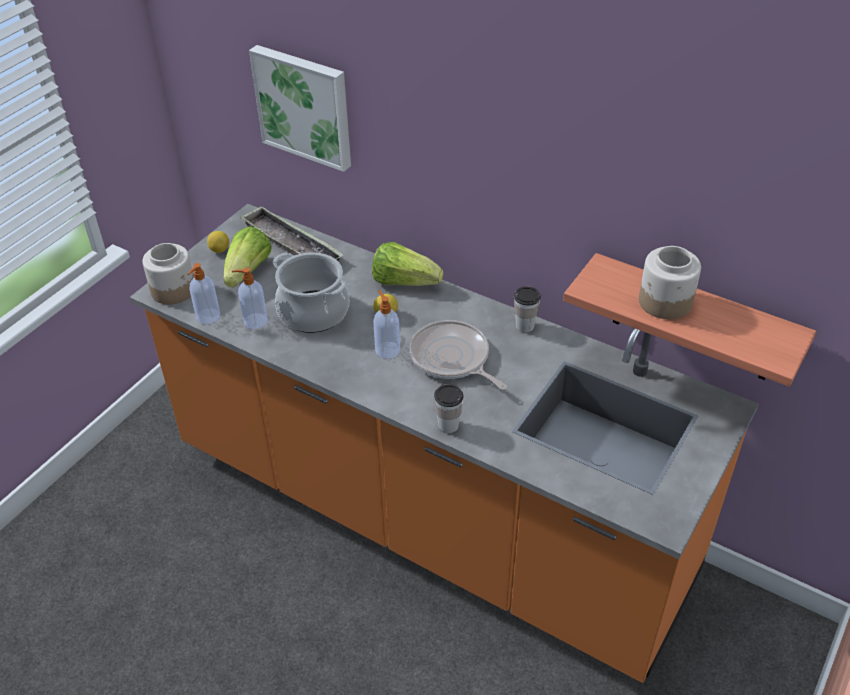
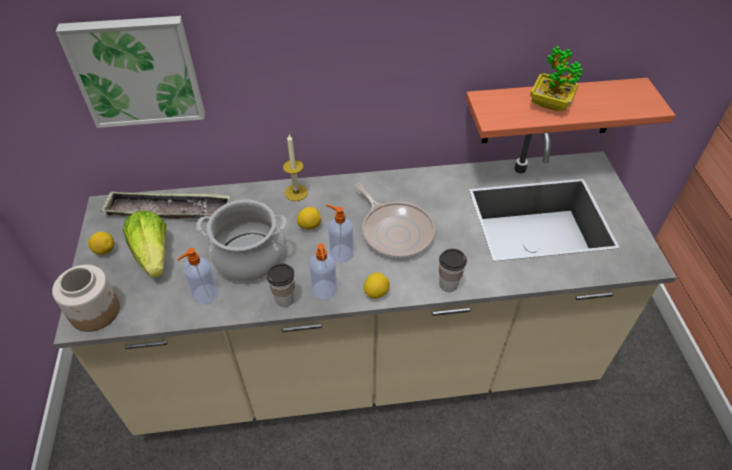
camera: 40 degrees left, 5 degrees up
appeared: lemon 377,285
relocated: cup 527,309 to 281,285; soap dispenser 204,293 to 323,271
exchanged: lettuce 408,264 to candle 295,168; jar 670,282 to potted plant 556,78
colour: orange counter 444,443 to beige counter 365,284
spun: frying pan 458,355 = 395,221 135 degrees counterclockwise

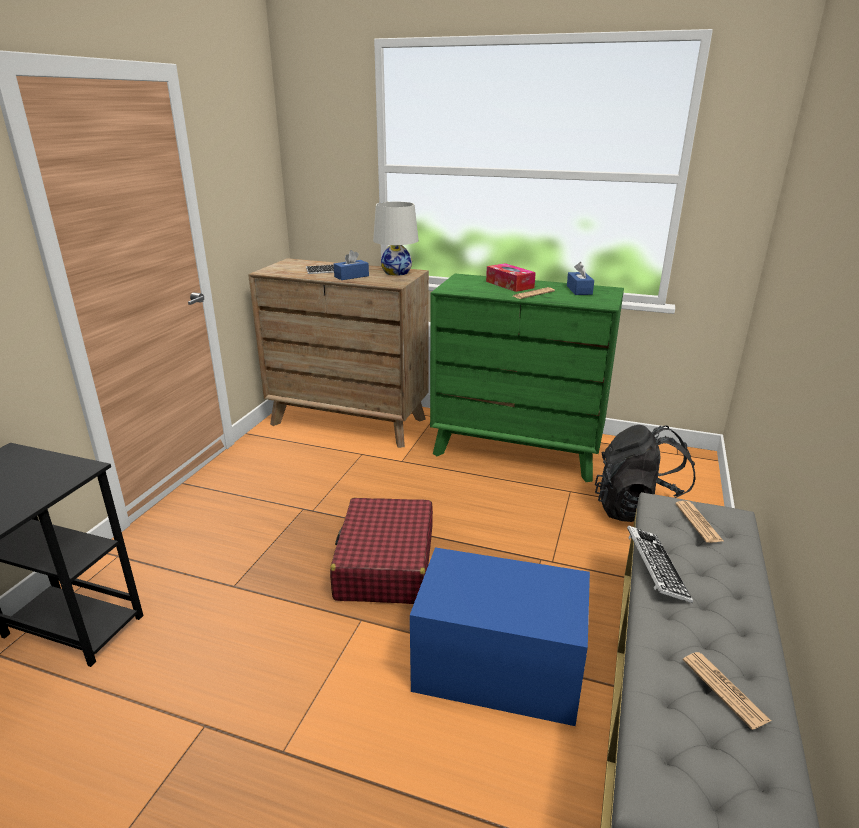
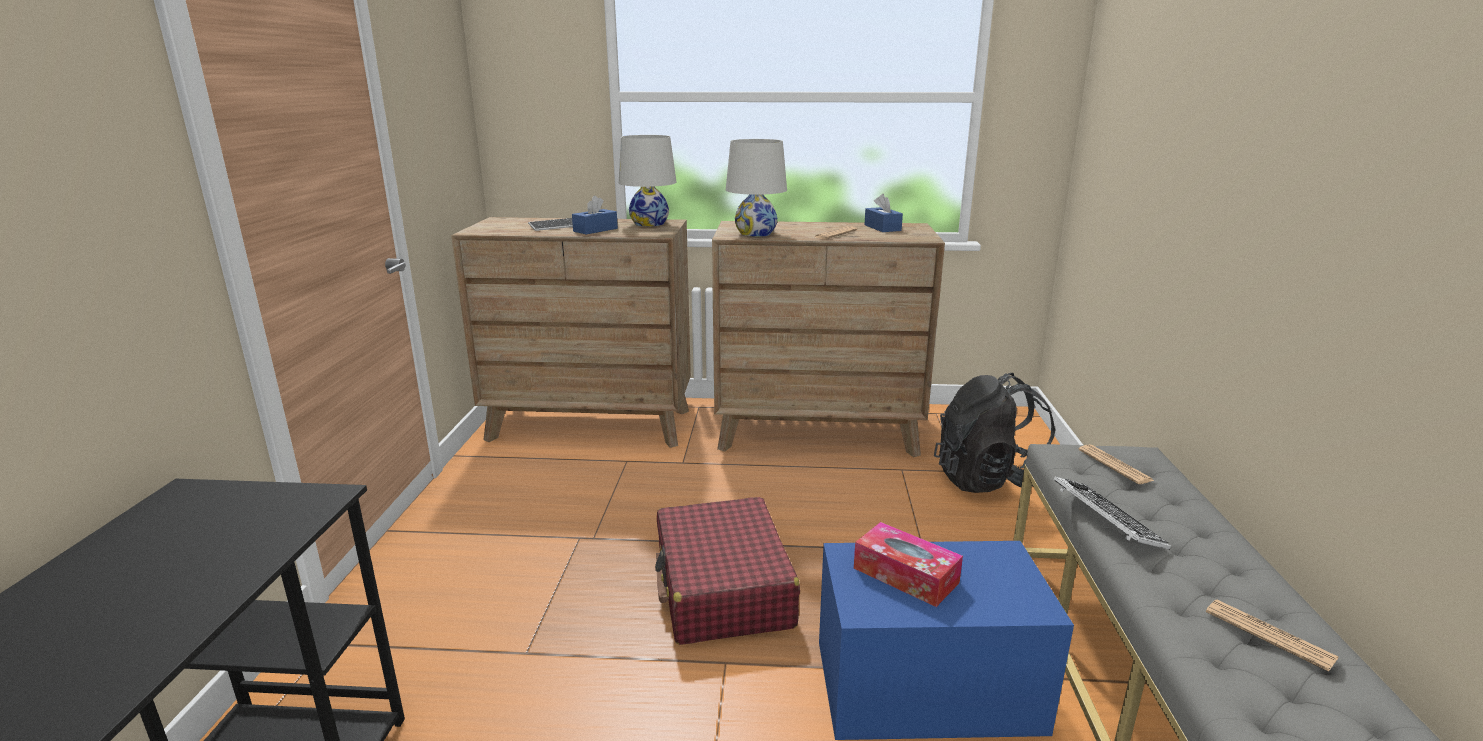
camera: 15 degrees left, 5 degrees down
appeared: white table lamp 756,188
relocated: tissue box 511,277 to 908,564
colour: green dresser 527,378 to brown dresser 828,339

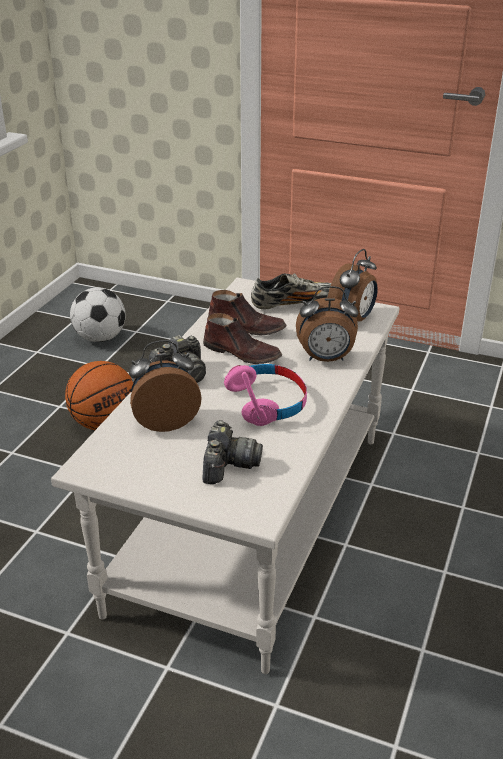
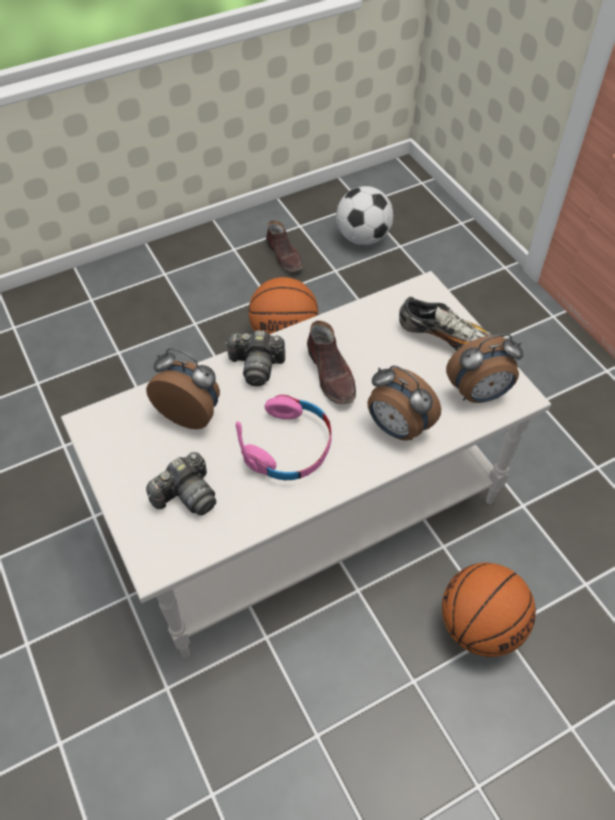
camera: 40 degrees right, 20 degrees up
appeared: basketball 489,609
relocated: brown shoe 247,313 to 284,246

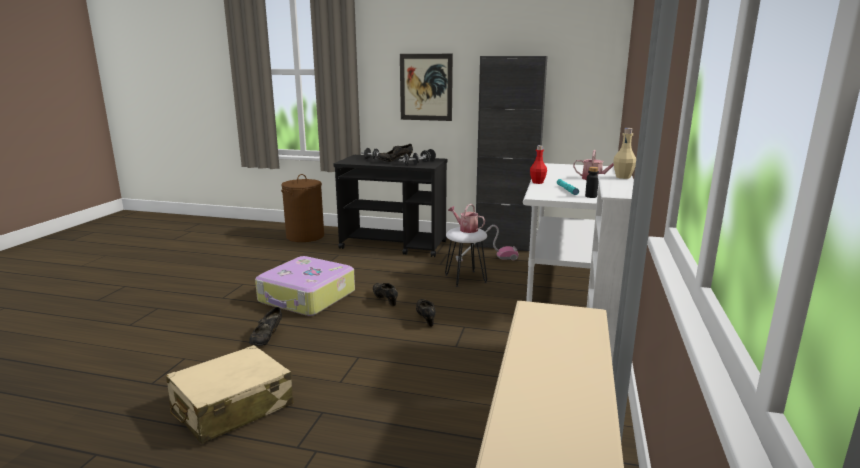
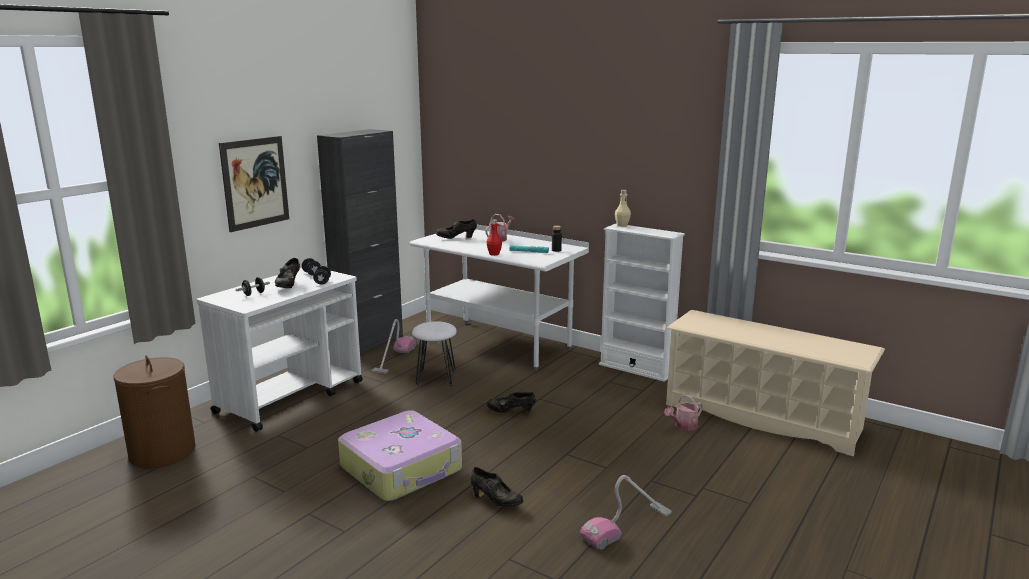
camera: 70 degrees left, 0 degrees up
relocated: black shoe 385,294 to 456,229; watering can 466,218 to 683,412
exchanged: beige suitcase 230,394 to vacuum cleaner 626,512
colour: black cart 390,206 to white cart 279,350

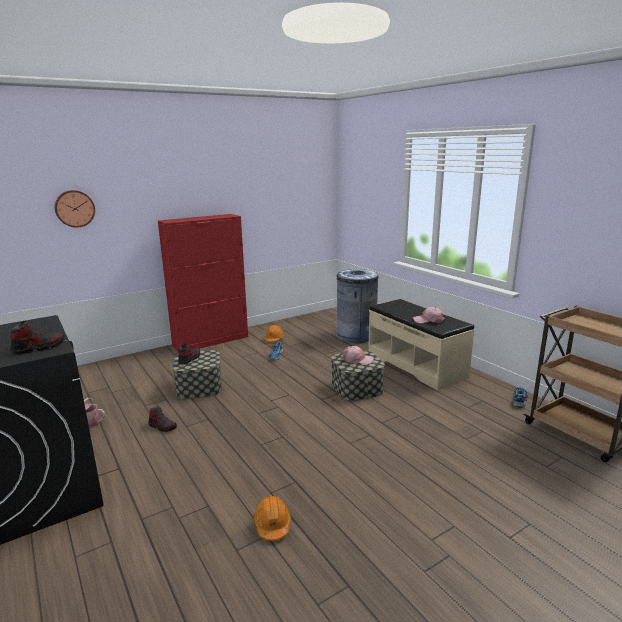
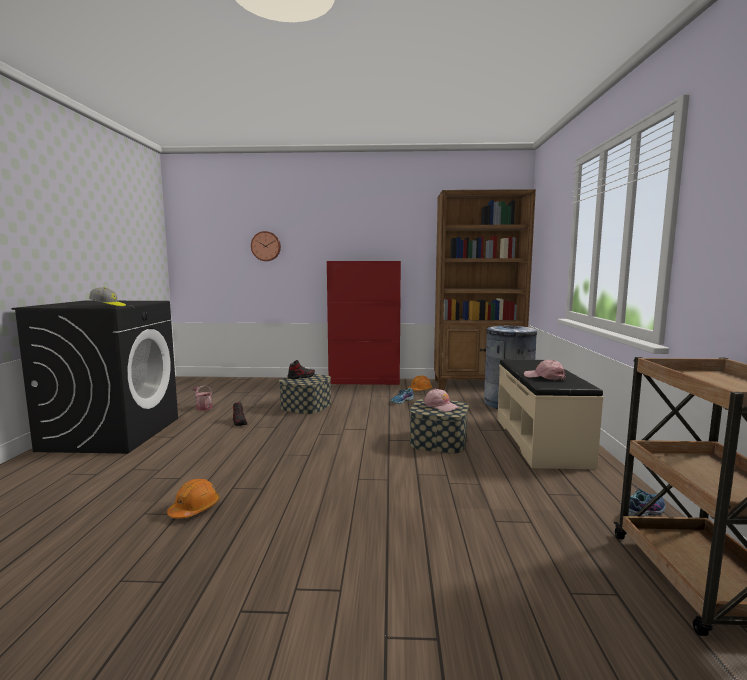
camera: 35 degrees right, 10 degrees down
appeared: brown bookcase 485,289
exchanged: shoe 37,337 to cap 107,296

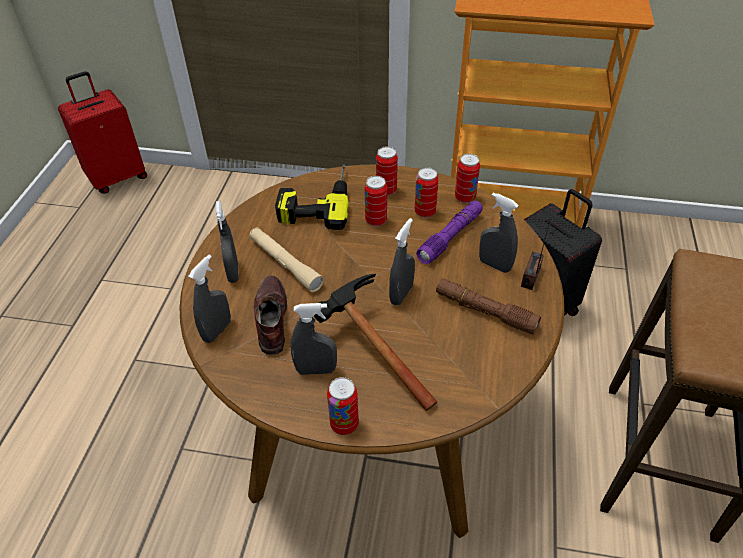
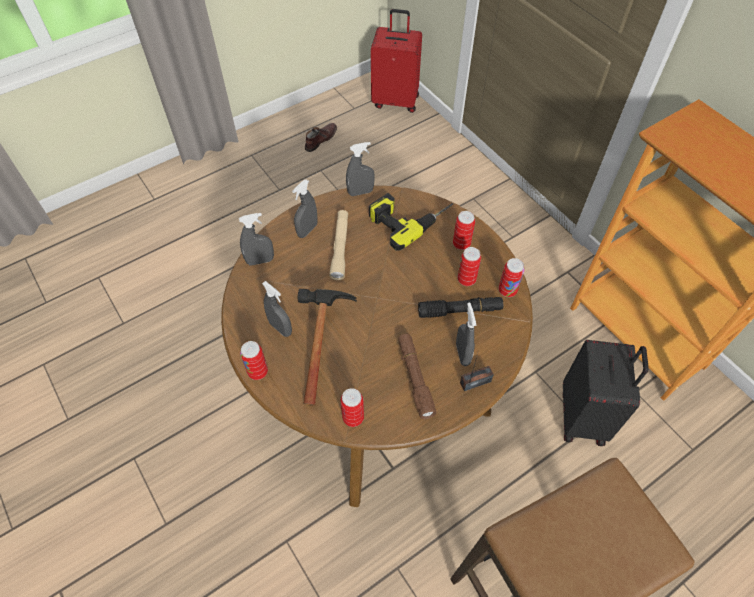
camera: 45 degrees right, 10 degrees up
relocated: brown shoe 270,315 to 321,137; can 376,201 to 352,407; grey spray bottle 402,261 to 360,169
colour: purple flashlight 449,232 to black flashlight 460,307

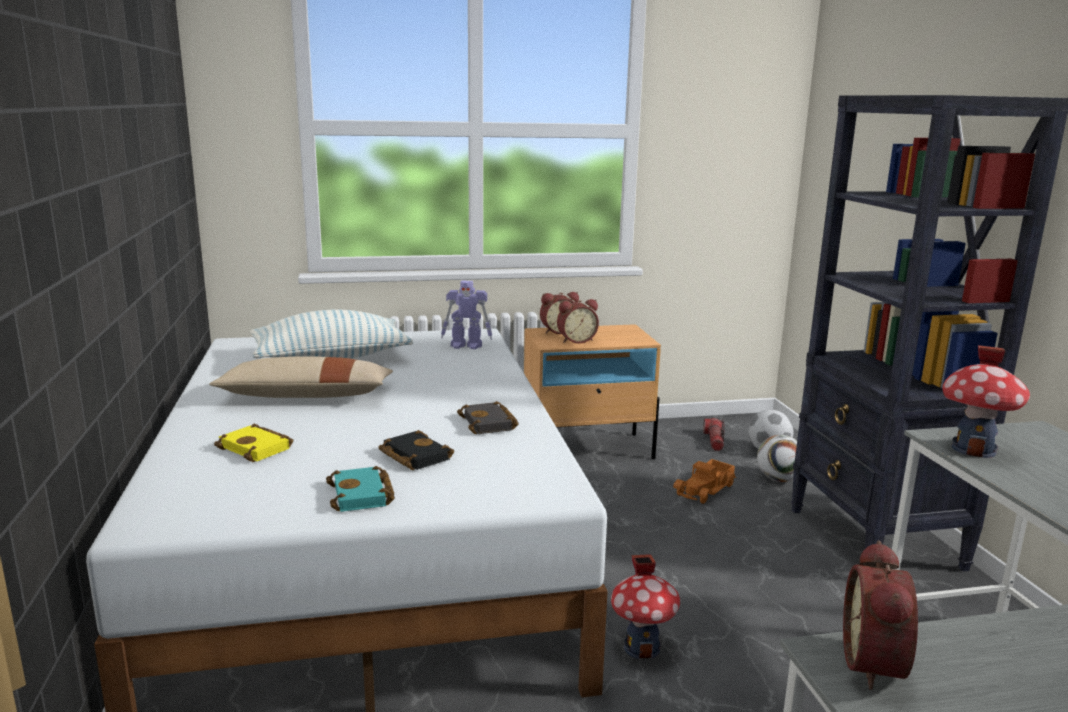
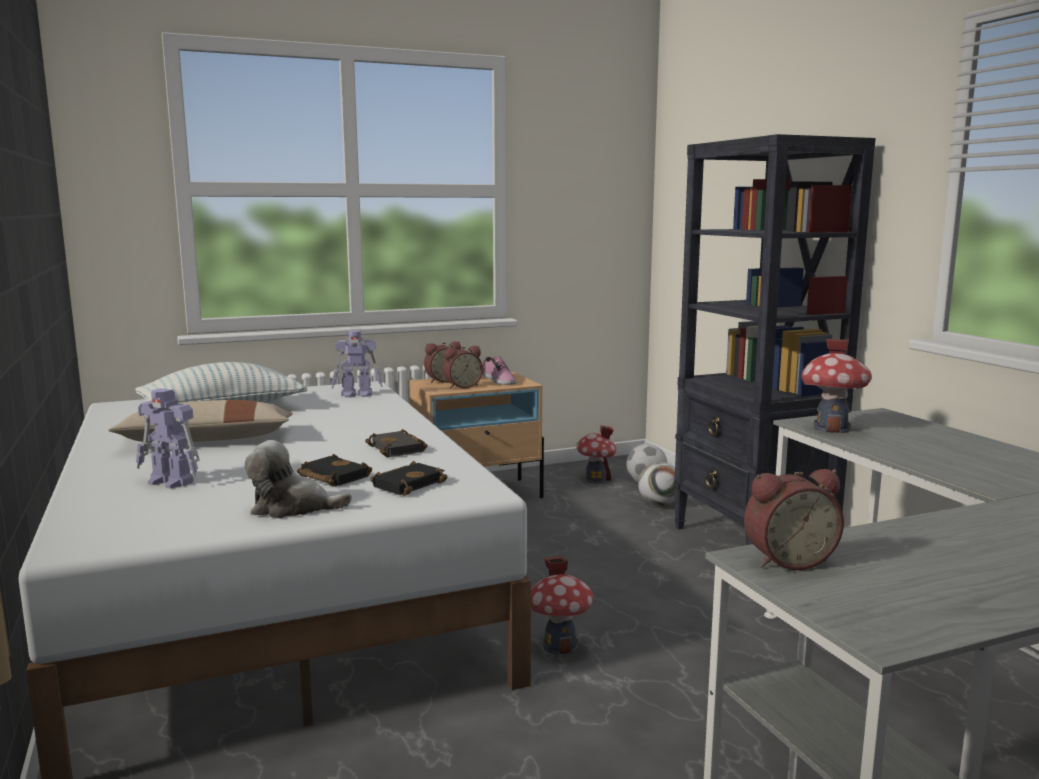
camera: 10 degrees left, 5 degrees down
missing: toy truck 704,481
appeared: black book 408,478; shoe 499,371
exchanged: yellow book 253,442 to toy robot 168,438; turquoise book 360,489 to plush toy 298,479; flashlight 714,434 to toy house 596,454
spun: alarm clock 880,615 = 794,519 105 degrees counterclockwise

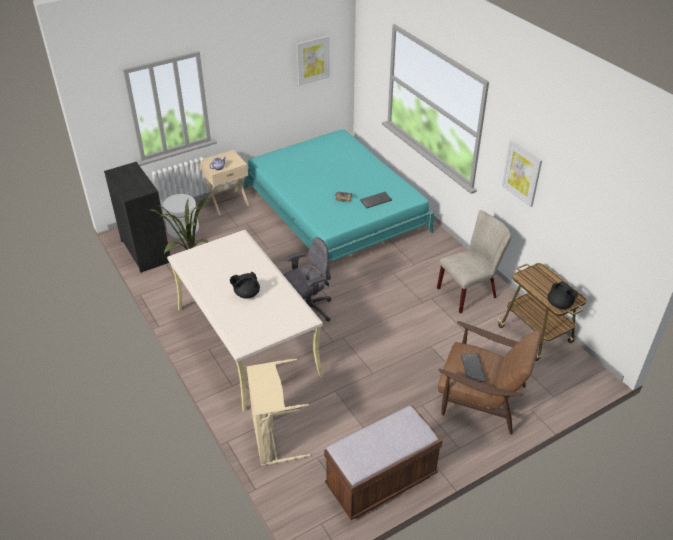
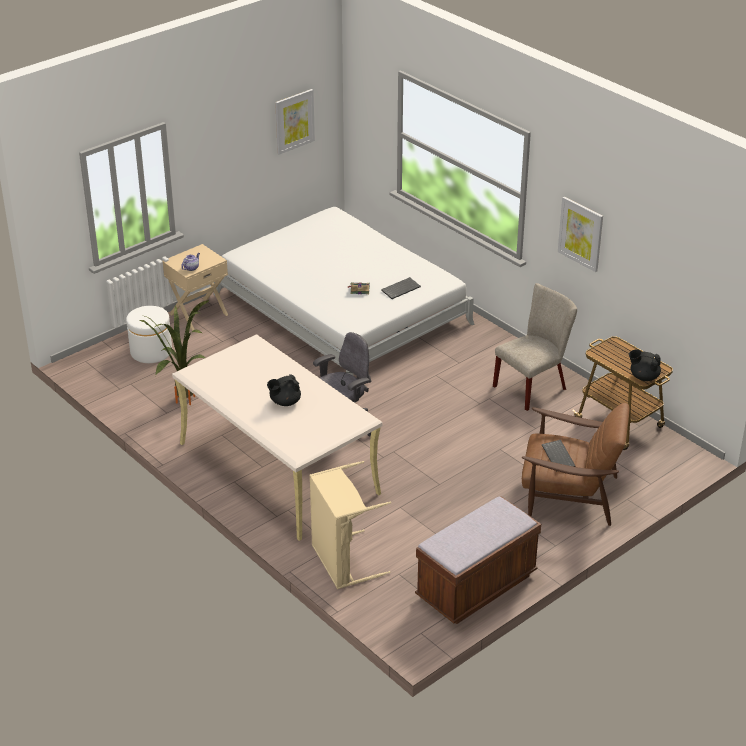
camera: 10 degrees left, 5 degrees down
missing: black dresser 137,217
colour: turquoise bed 338,195 to white bed 343,291
spun: black teapot 562,295 = 645,365 150 degrees clockwise

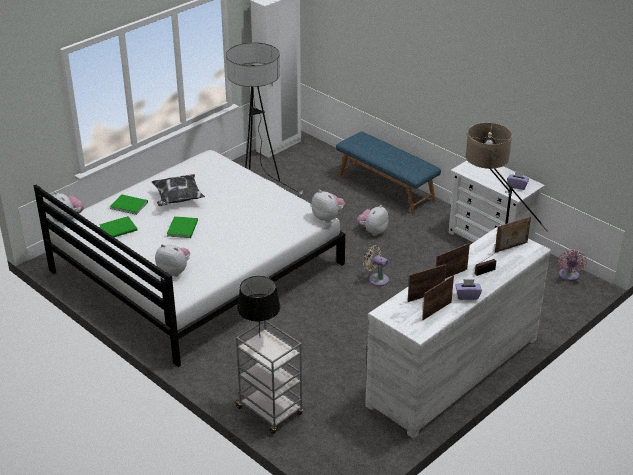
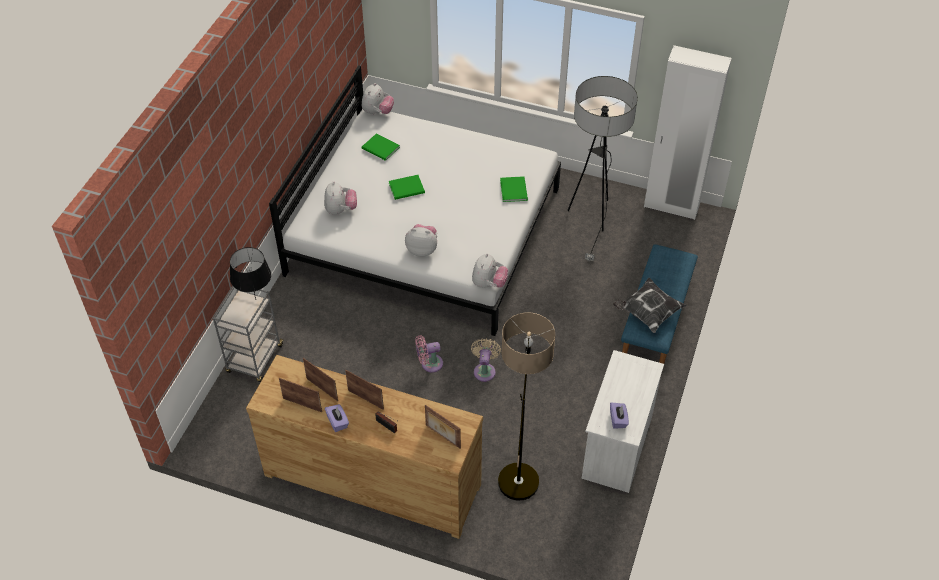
camera: 65 degrees right, 15 degrees up
relocated: plush toy 373,220 to 421,240; pink fan 572,265 to 429,354; green book 129,204 to 514,189; pillow 178,190 to 650,305
colour: white dresser 458,331 to brown dresser 364,447

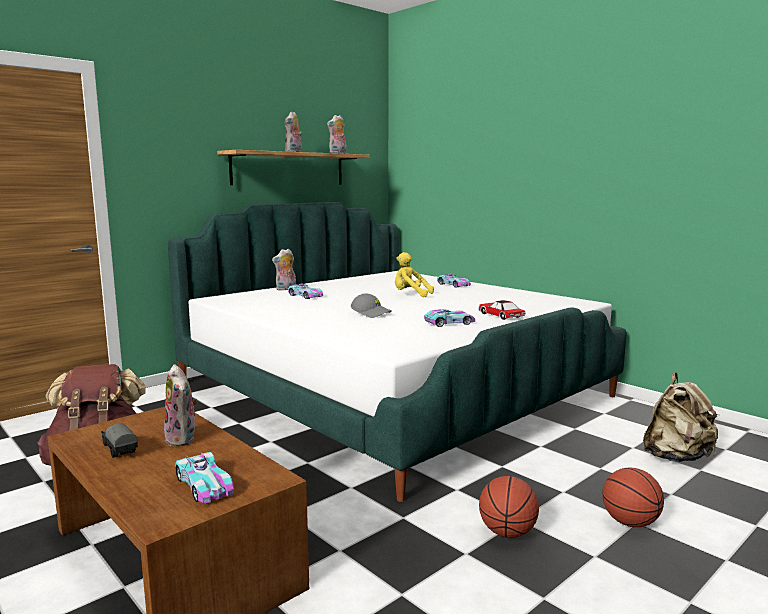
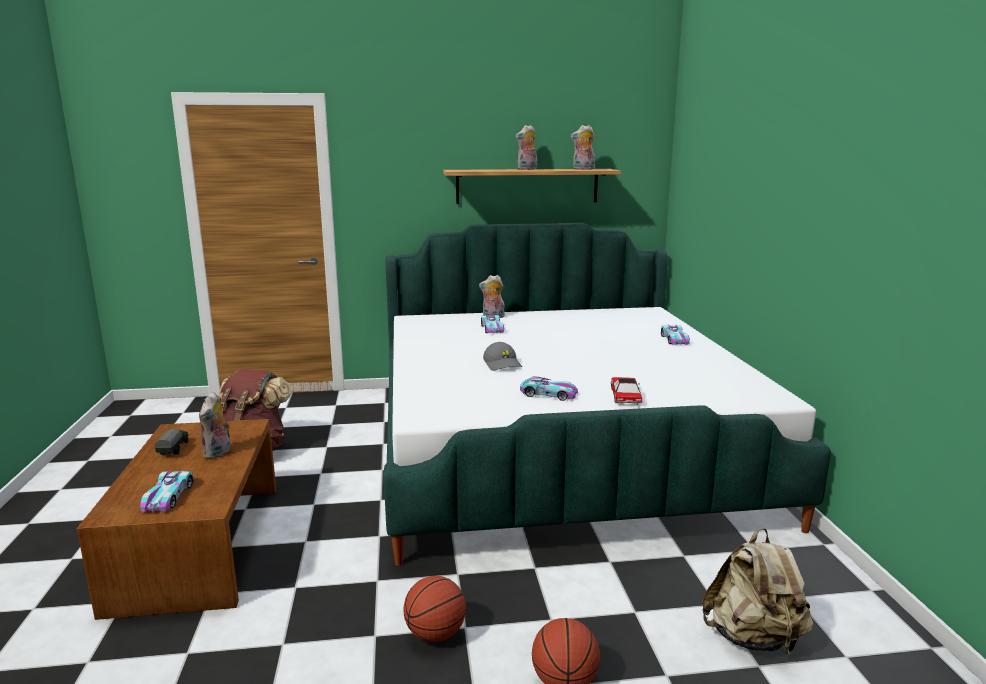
camera: 35 degrees right, 5 degrees up
missing: yellow plush toy 414,274

